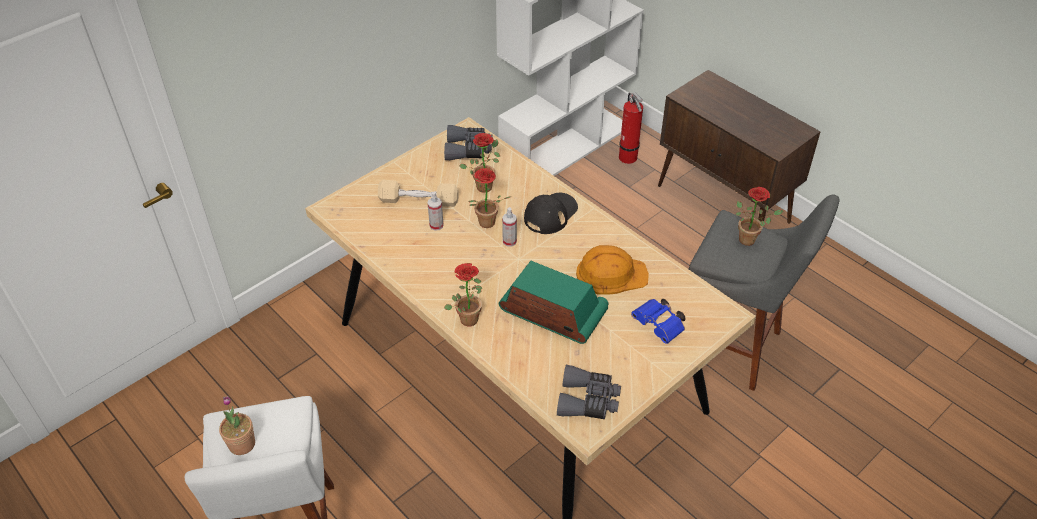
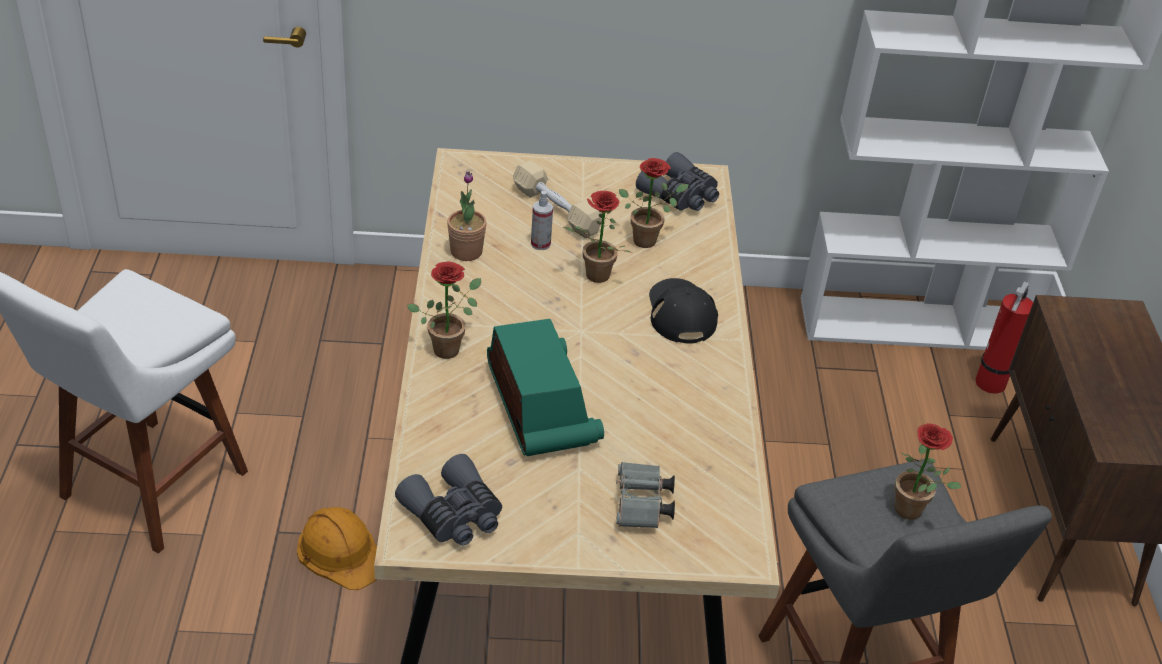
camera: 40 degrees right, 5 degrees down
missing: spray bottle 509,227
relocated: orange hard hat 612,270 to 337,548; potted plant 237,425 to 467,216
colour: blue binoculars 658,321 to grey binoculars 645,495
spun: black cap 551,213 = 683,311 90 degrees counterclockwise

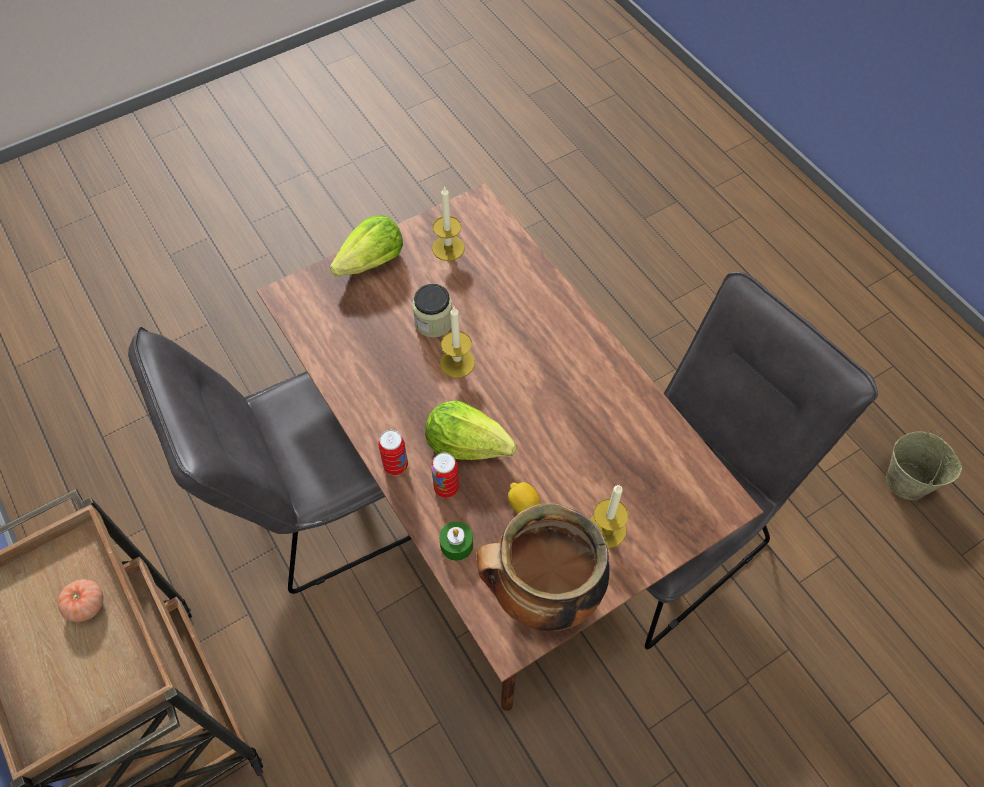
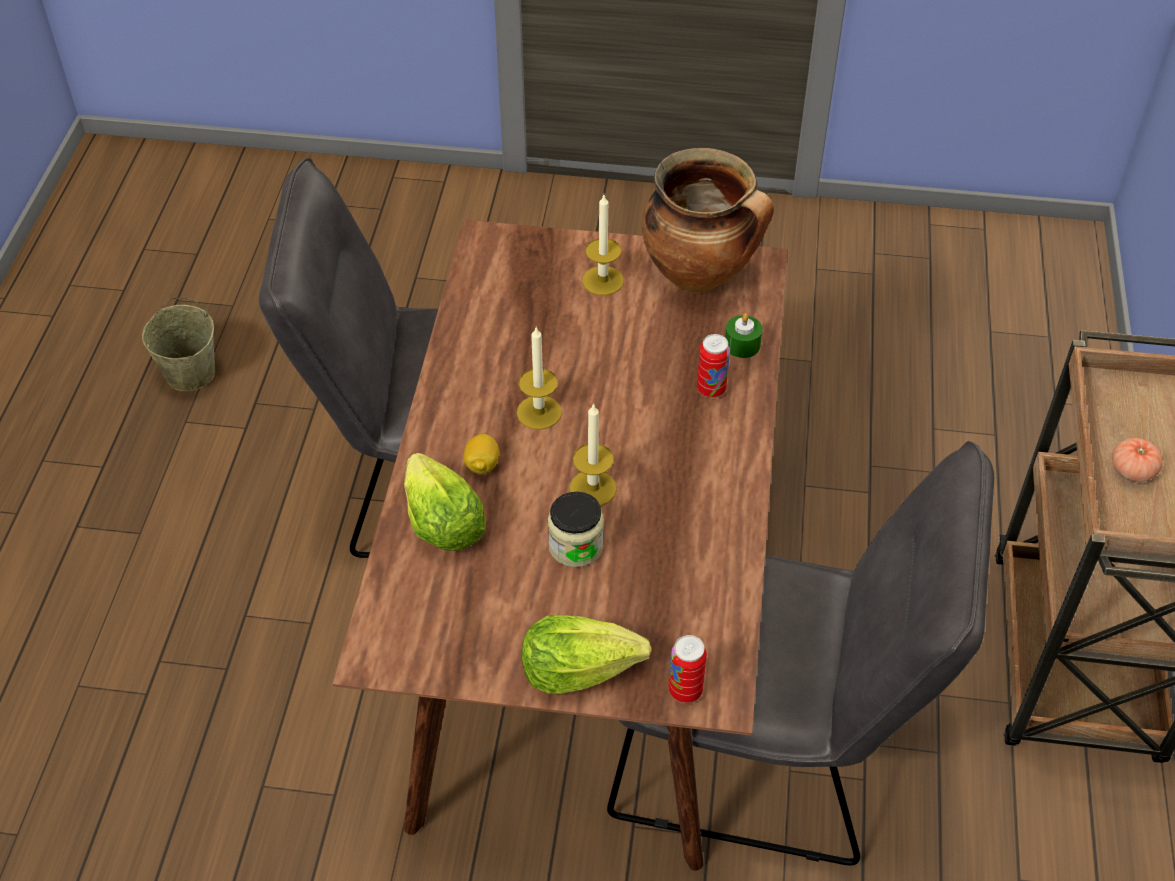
camera: 140 degrees left, 10 degrees down
relocated: lettuce 471,430 to 445,502; lemon 524,498 to 481,454; candle 448,223 to 539,378; can 393,452 to 687,669

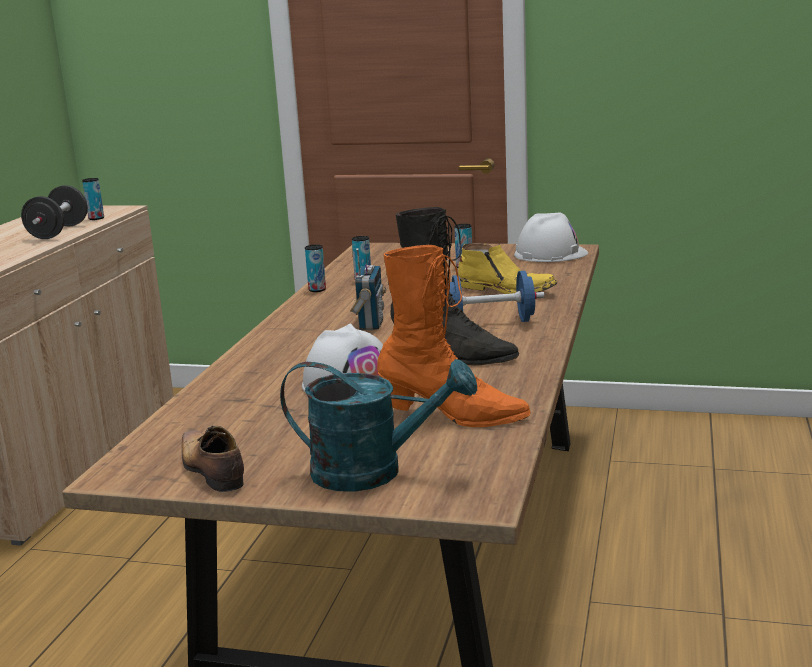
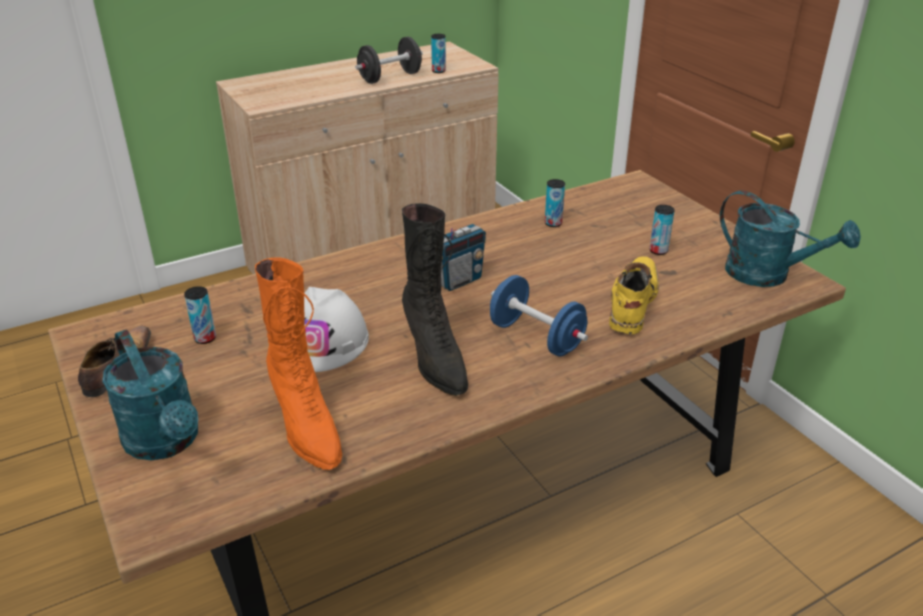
camera: 45 degrees right, 15 degrees up
relocated: can 315,268 to 200,315
exchanged: white hard hat 551,237 to turquoise watering can 790,238
spun: yellow boot 507,268 = 634,295 150 degrees counterclockwise

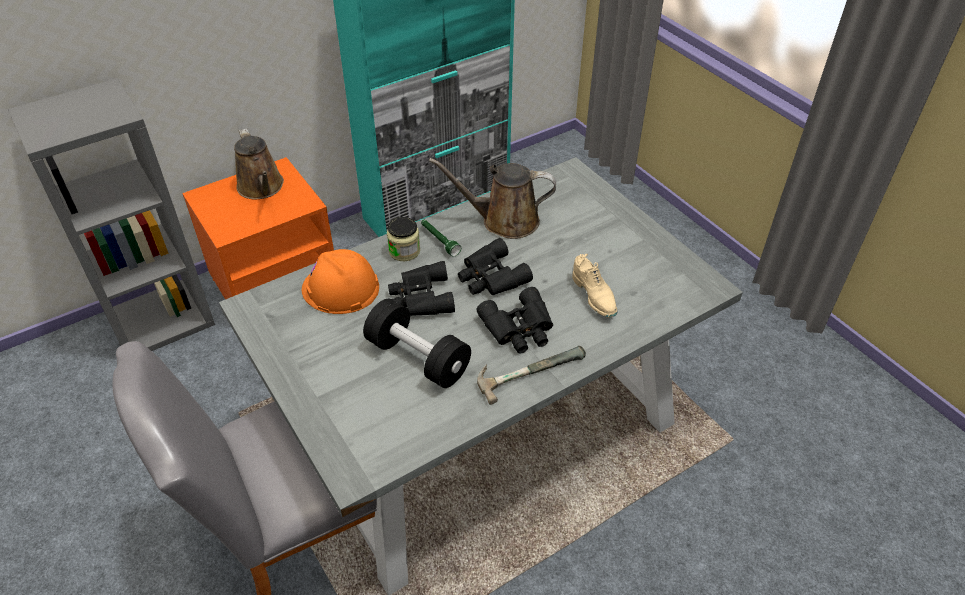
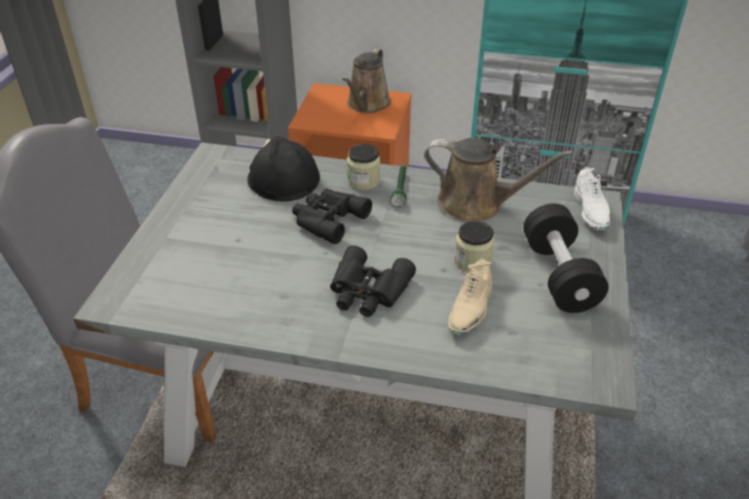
camera: 45 degrees right, 5 degrees down
missing: black binoculars 495,266; hammer 531,375
appeared: jar 474,247; white shoe 592,198
relocated: black dumbbell 417,343 to 566,258
colour: orange hard hat 340,281 to black hard hat 283,169
spun: brown watering can 492,198 = 498,180 150 degrees clockwise

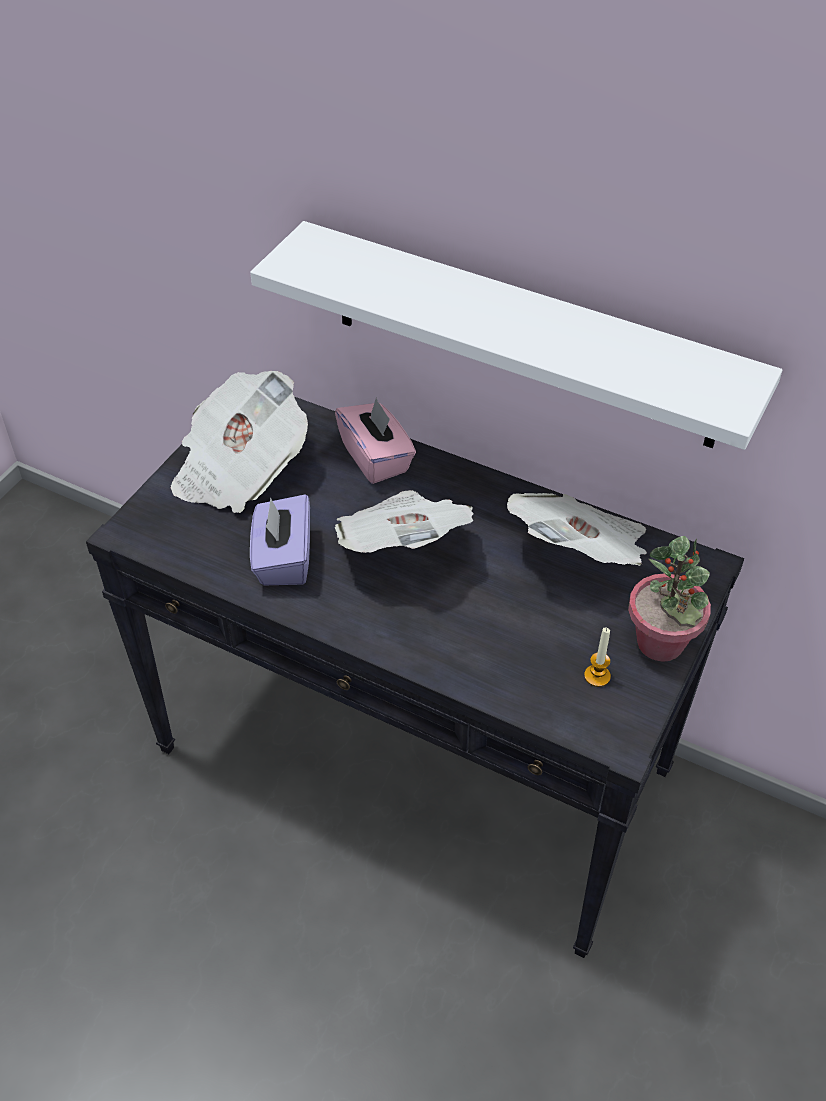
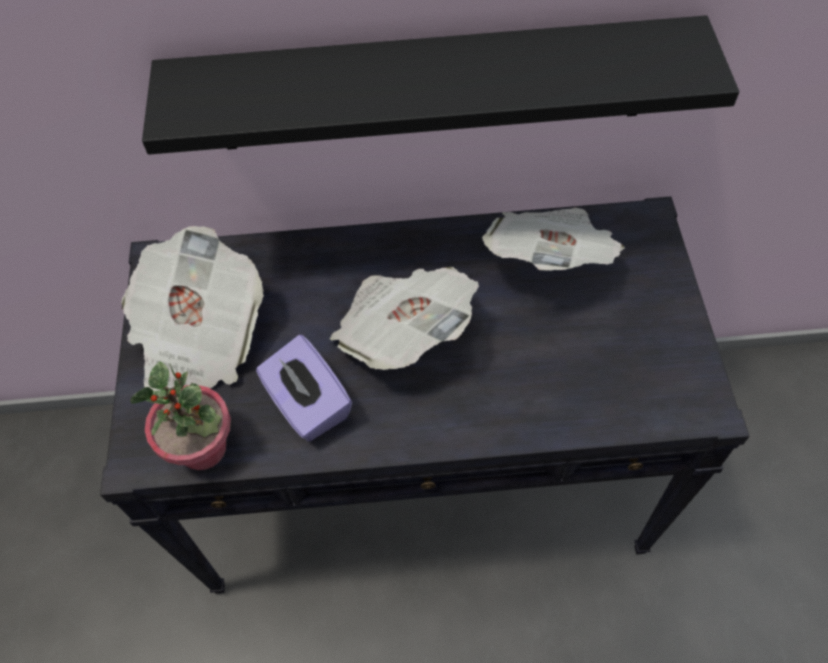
camera: 30 degrees left, 10 degrees up
missing: pink tissue box 375,440; candle 597,657
relocated: potted plant 669,599 to 180,415
colour: white shelf 516,335 to black shelf 440,85

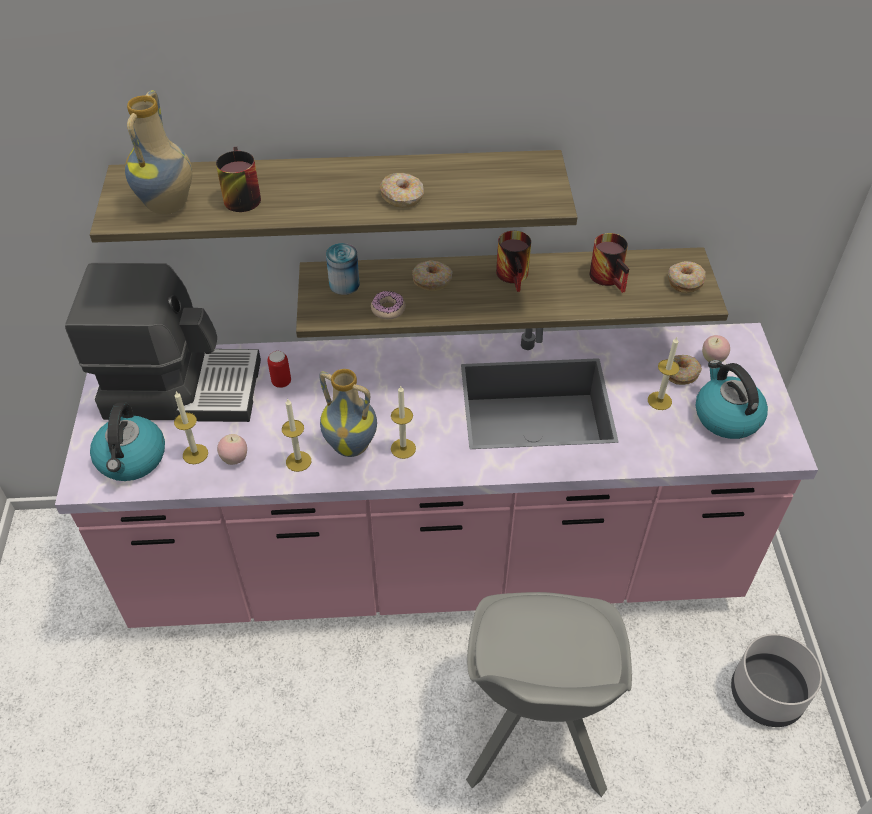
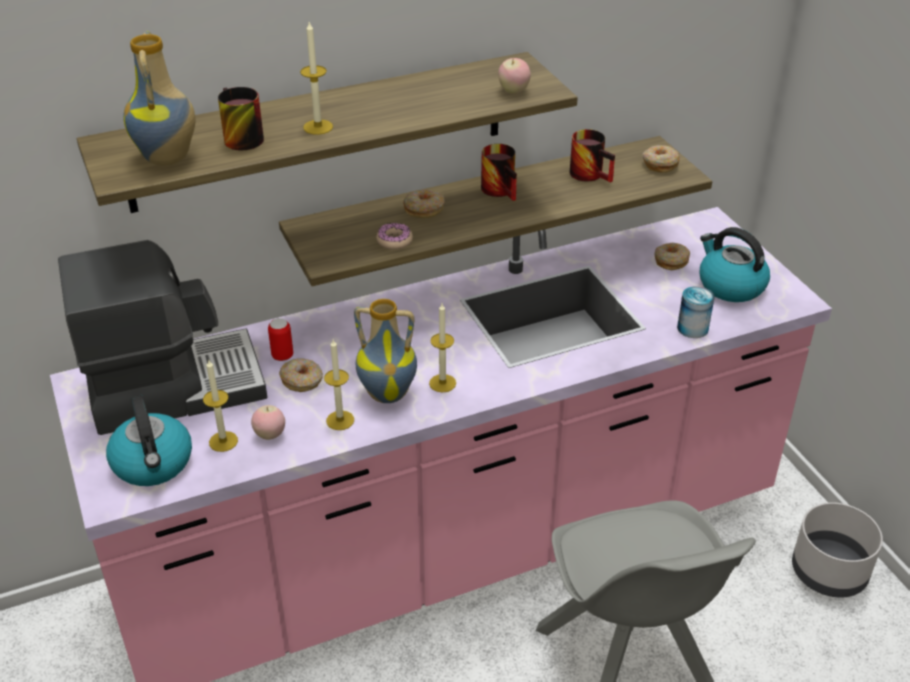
camera: 20 degrees left, 10 degrees down
relocated: donut 402,190 to 301,375; candle 664,373 to 316,78; apple 716,348 to 514,75; can 343,269 to 695,312

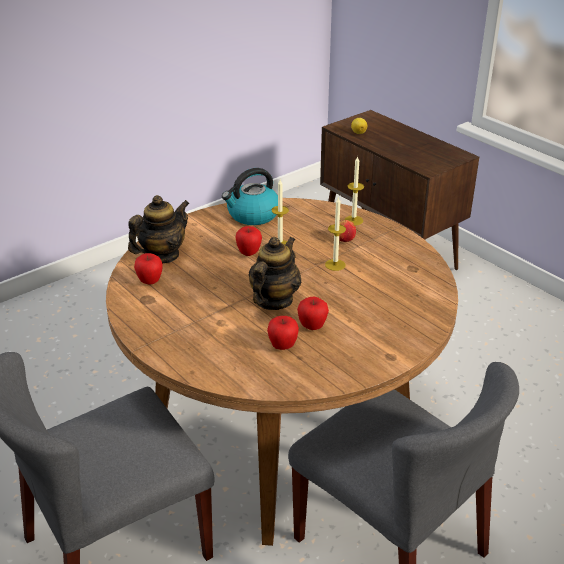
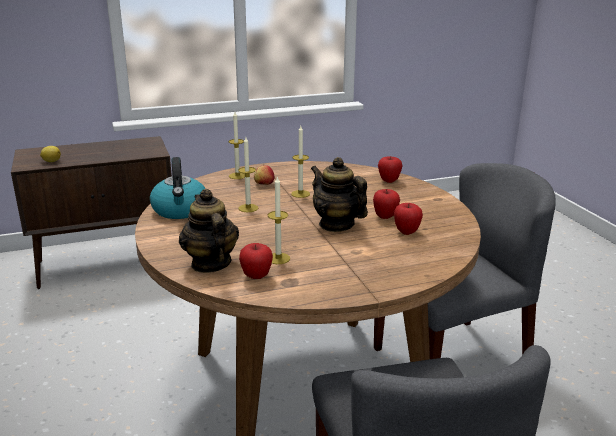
camera: 70 degrees left, 10 degrees down
appeared: candle 279,220
relocated: apple 249,241 to 390,170

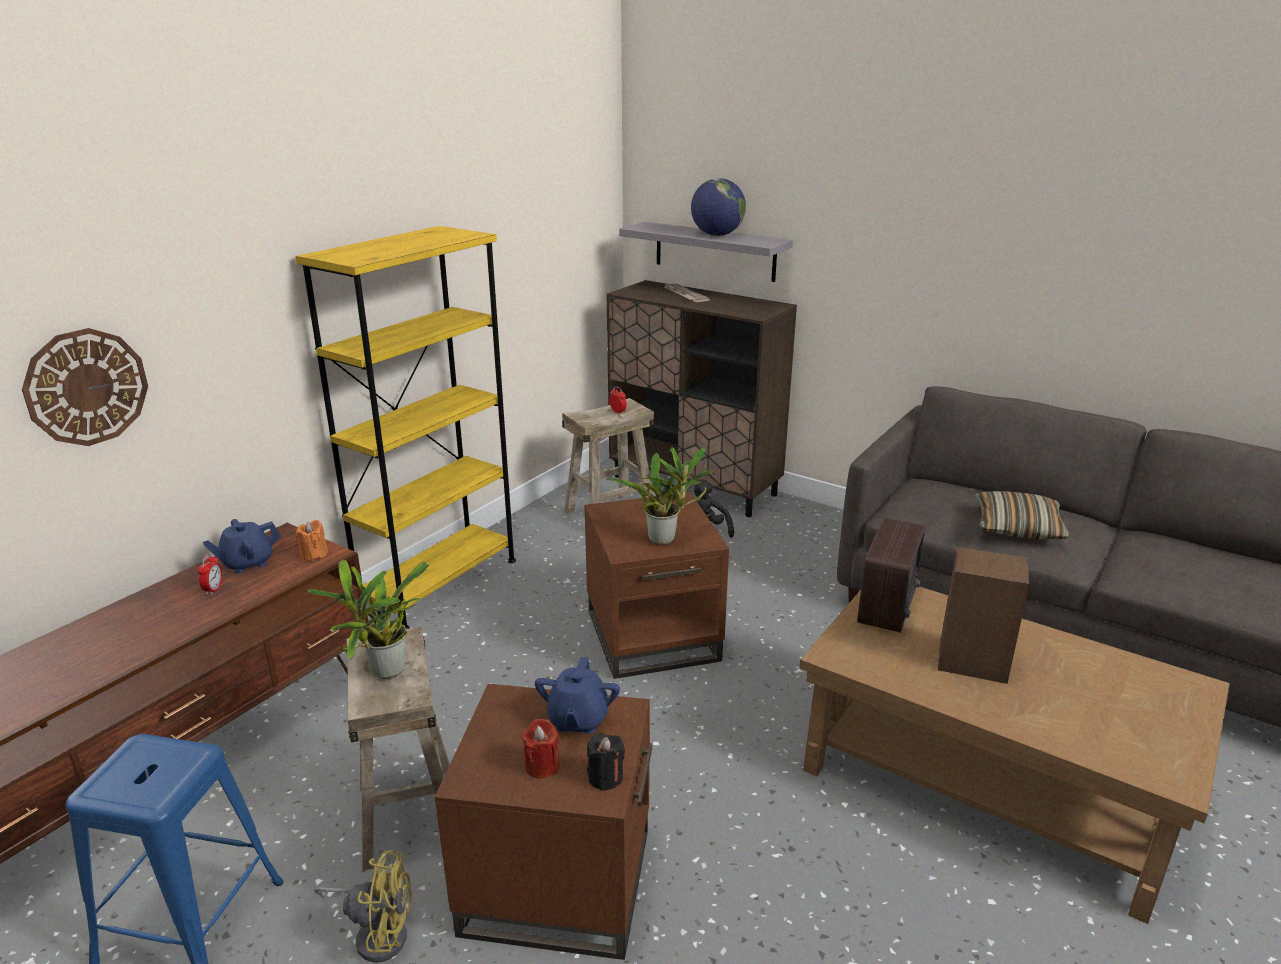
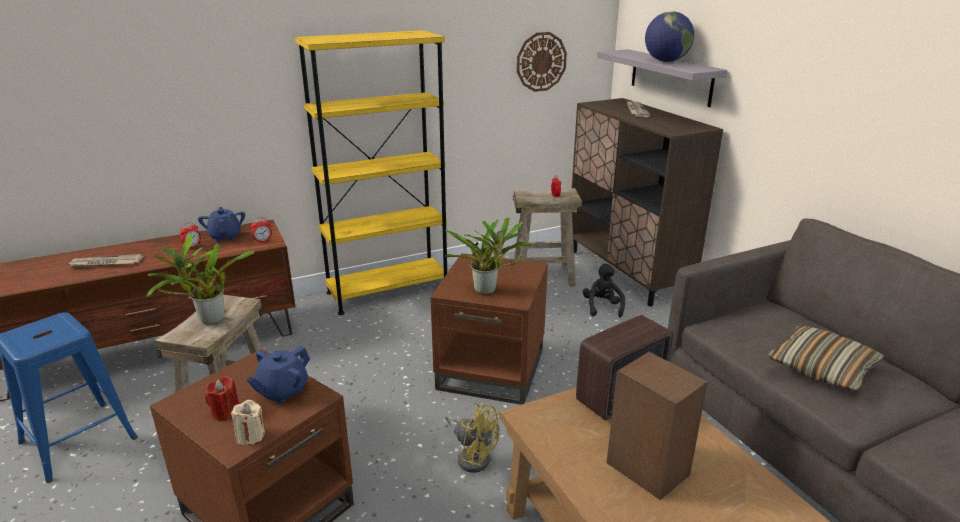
camera: 30 degrees right, 0 degrees up
appeared: newspaper 105,261
relocated: yellow fan 363,906 to 472,438; wall clock 85,387 to 542,62
exchanged: orange candle 312,540 to alarm clock 261,230
colour: black candle 606,762 to beige candle 248,423
spun: blue teapot 242,546 = 221,224 75 degrees clockwise

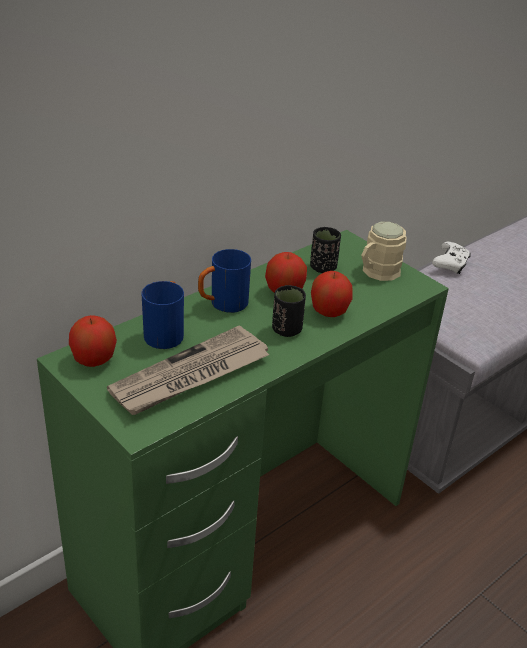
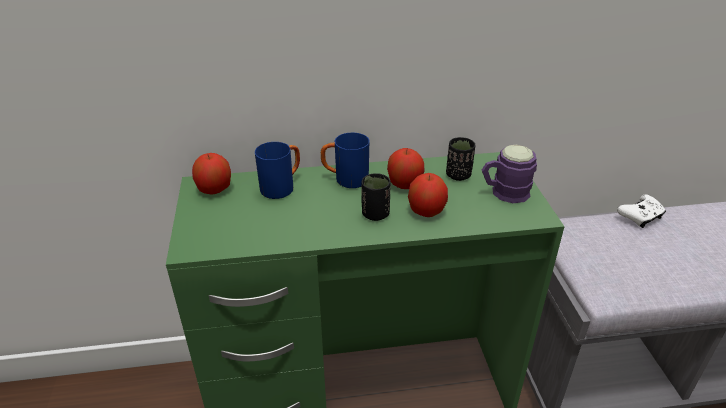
camera: 35 degrees right, 0 degrees up
missing: newspaper 188,370
colour: beige mug 384,251 to purple mug 509,174

